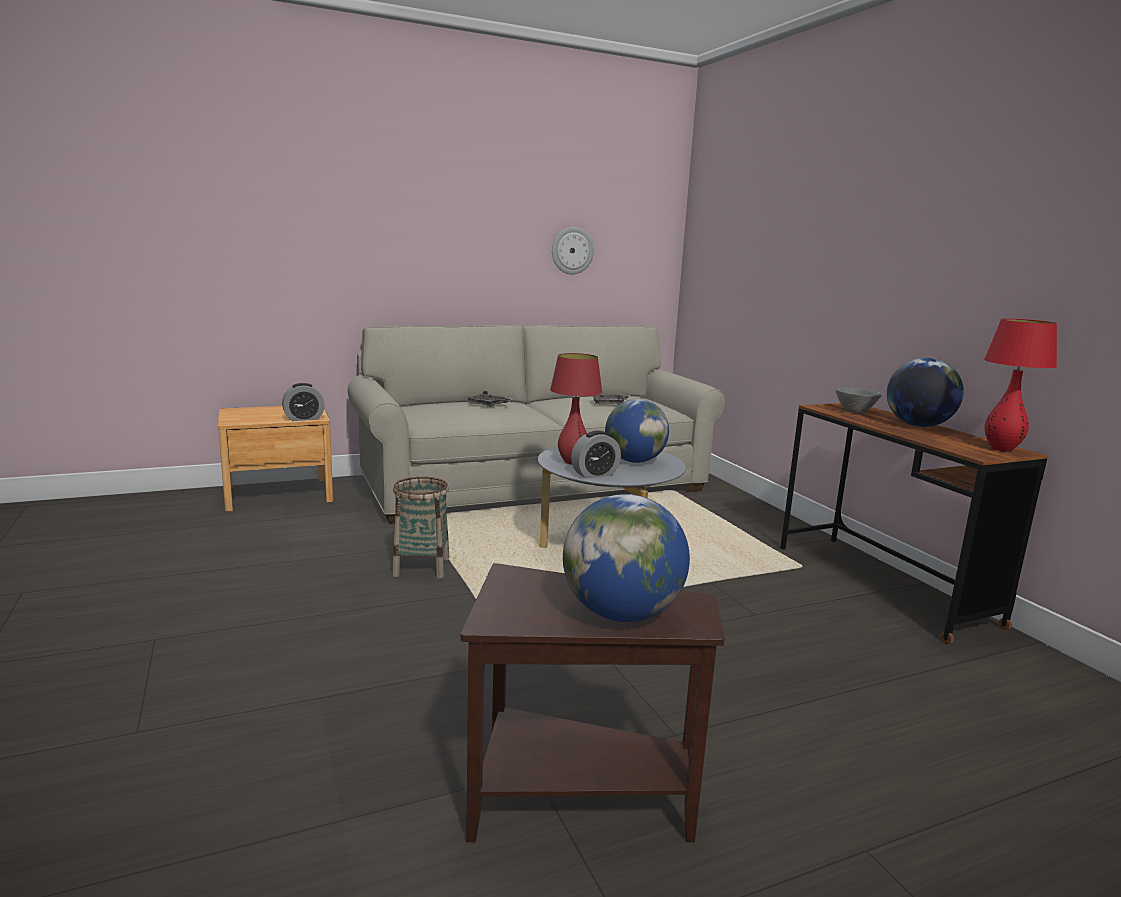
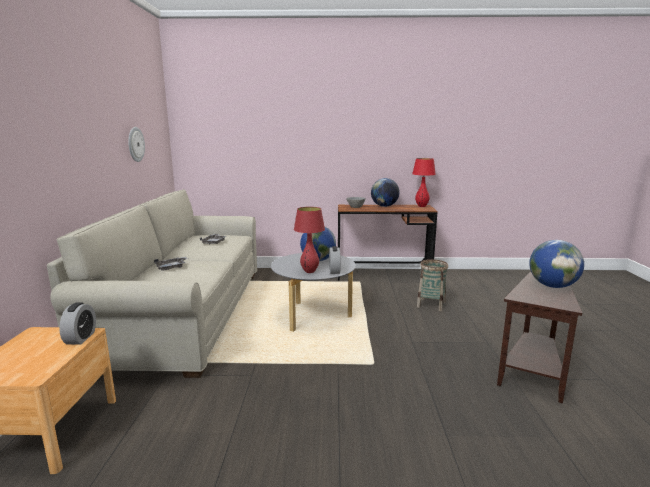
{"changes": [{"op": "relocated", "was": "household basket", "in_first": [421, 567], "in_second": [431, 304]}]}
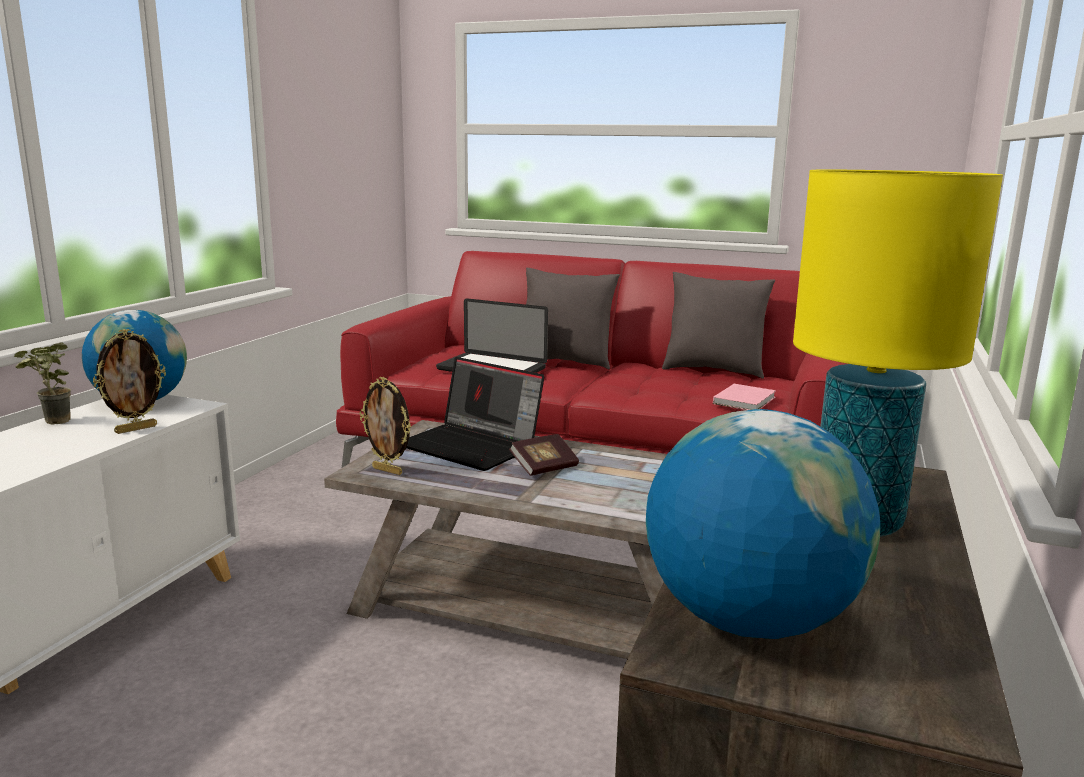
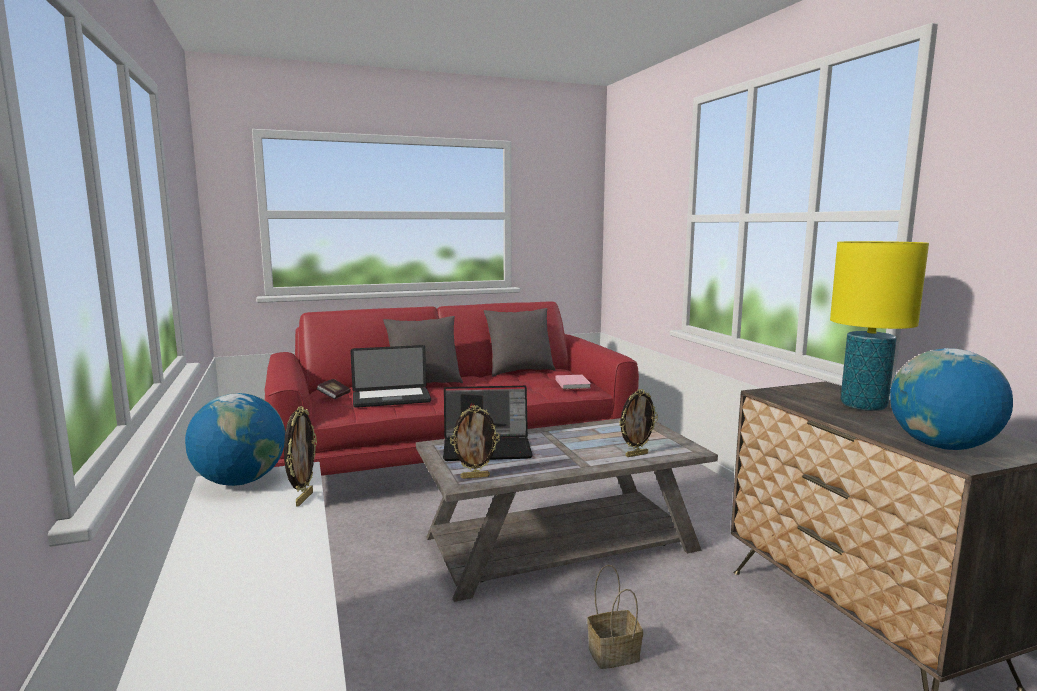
{"changes": [{"op": "missing", "was": "plant in a pot", "in_first": [51, 423]}, {"op": "relocated", "was": "bound book", "in_first": [544, 468], "in_second": [334, 396]}, {"op": "appeared", "now": "household basket", "in_second": [612, 655]}, {"op": "appeared", "now": "standing frame", "in_second": [636, 454]}]}
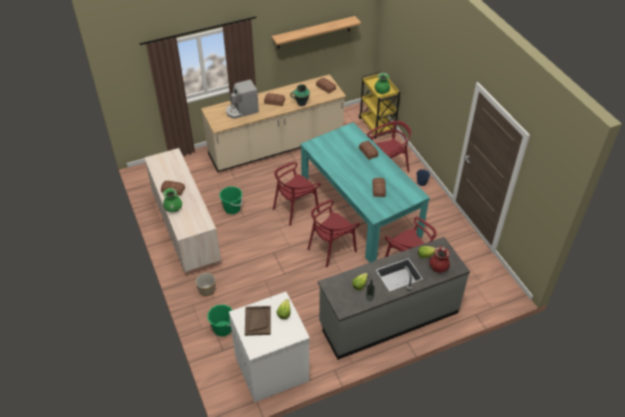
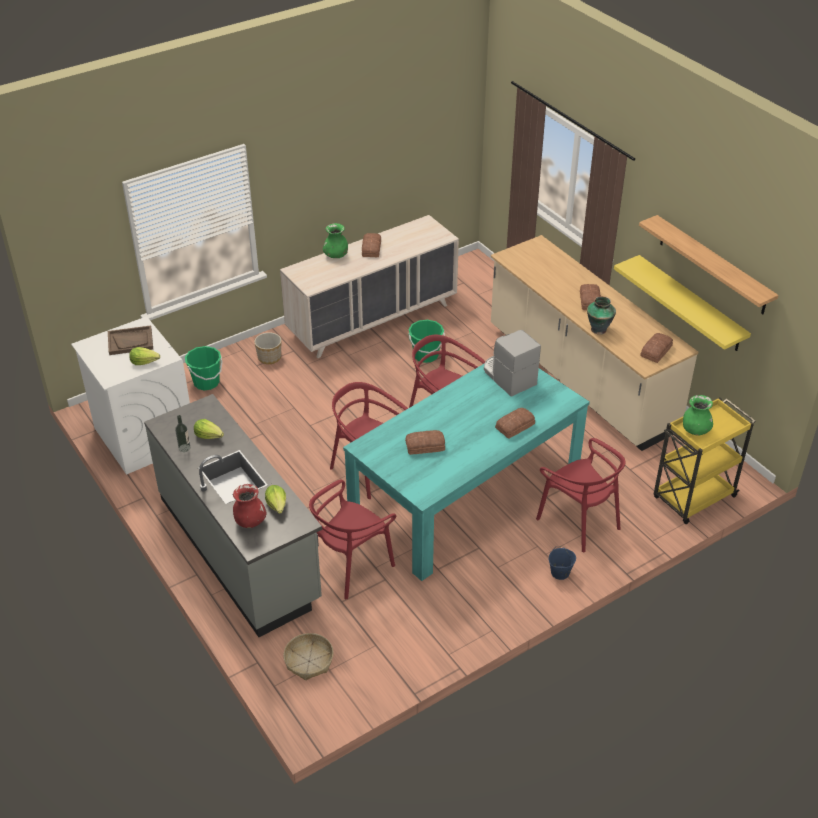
{"changes": [{"op": "relocated", "was": "coffee brewer", "in_first": [242, 111], "in_second": [508, 377]}, {"op": "appeared", "now": "household basket", "in_second": [308, 661]}, {"op": "appeared", "now": "yellowish wall shelf", "in_second": [690, 303]}]}
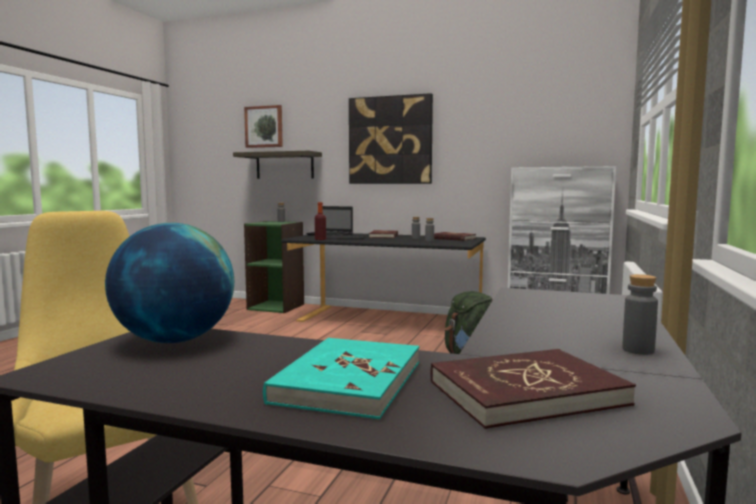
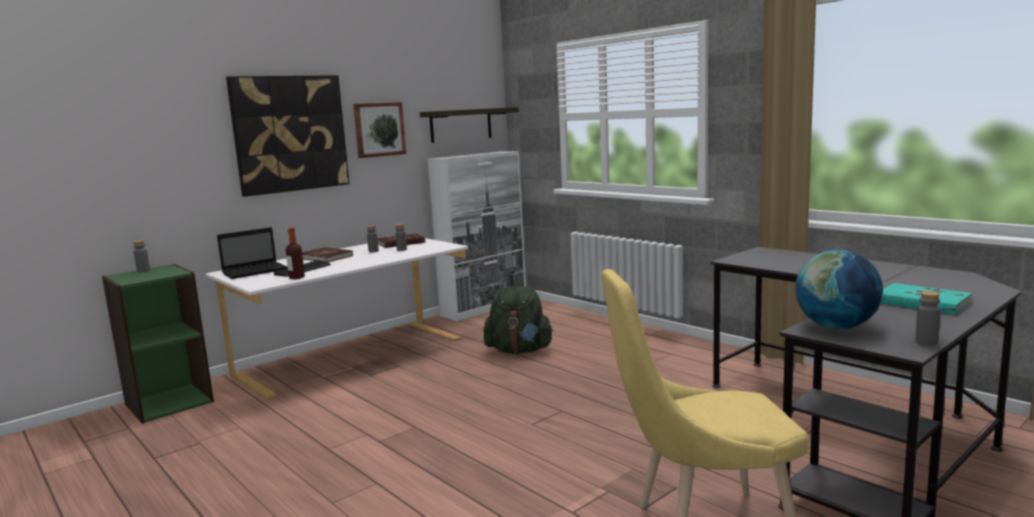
{"changes": [{"op": "relocated", "was": "wall shelf", "in_first": [284, 165], "in_second": [461, 125]}, {"op": "relocated", "was": "wall art", "in_first": [264, 127], "in_second": [379, 129]}, {"op": "colour", "was": "black desk table", "now": "whitish desk table", "in_first": [386, 321], "in_second": [354, 358]}, {"op": "missing", "was": "reddish bound book", "in_first": [526, 393]}, {"op": "relocated", "was": "greyish bottle", "in_first": [638, 350], "in_second": [926, 342]}]}
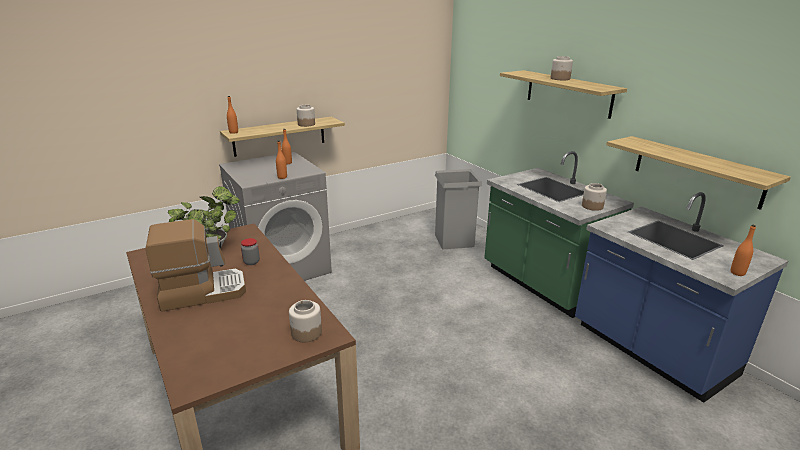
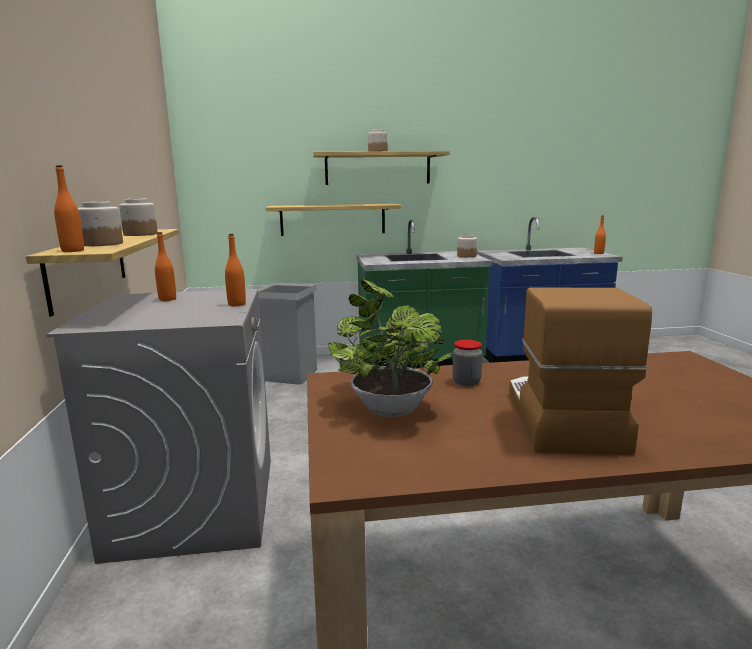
{"changes": [{"op": "relocated", "was": "jar", "in_first": [306, 332], "in_second": [102, 244]}, {"op": "relocated", "was": "wall shelf", "in_first": [697, 171], "in_second": [333, 219]}]}
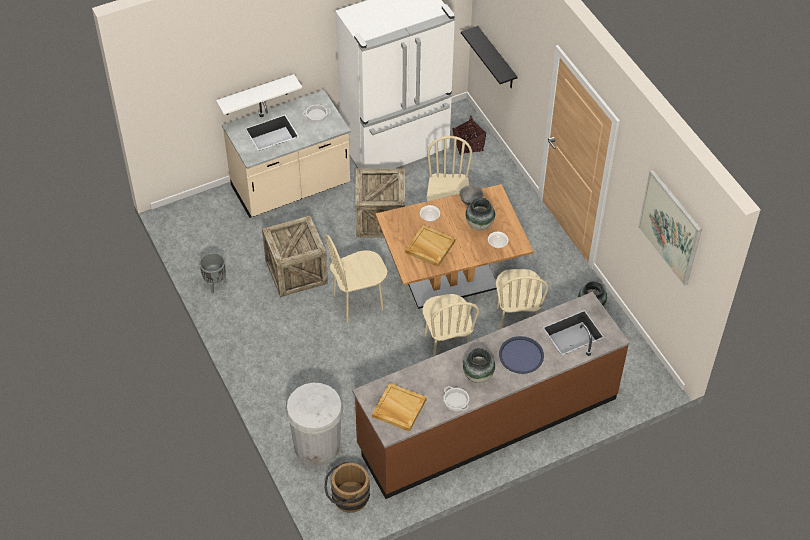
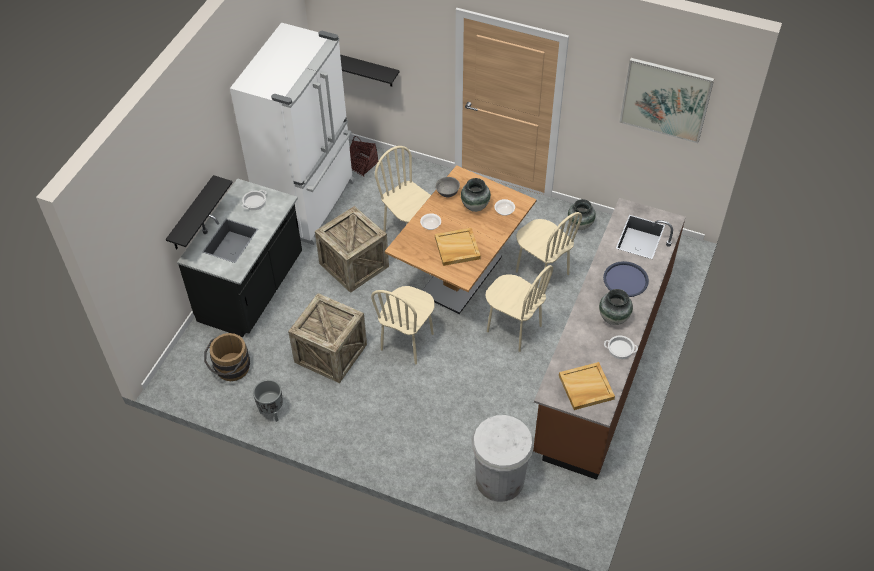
{"changes": [{"op": "colour", "was": "whitish wall shelf", "now": "black wall shelf", "in_first": [256, 95], "in_second": [192, 215]}, {"op": "colour", "was": "beige counter", "now": "black counter", "in_first": [291, 187], "in_second": [252, 289]}, {"op": "relocated", "was": "brownish bucket", "in_first": [347, 498], "in_second": [230, 370]}]}
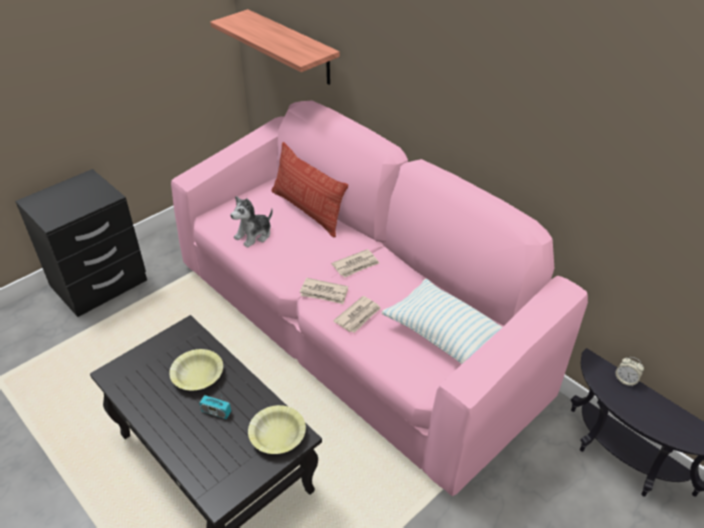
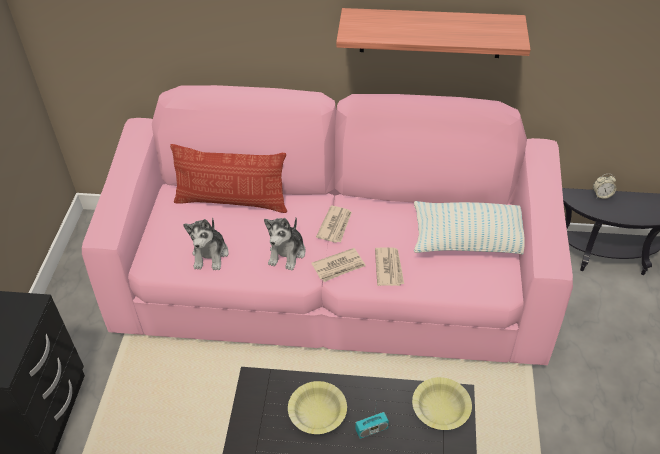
{"changes": [{"op": "relocated", "was": "wall shelf", "in_first": [292, 47], "in_second": [430, 33]}, {"op": "appeared", "now": "cuddly toy", "in_second": [287, 253]}]}
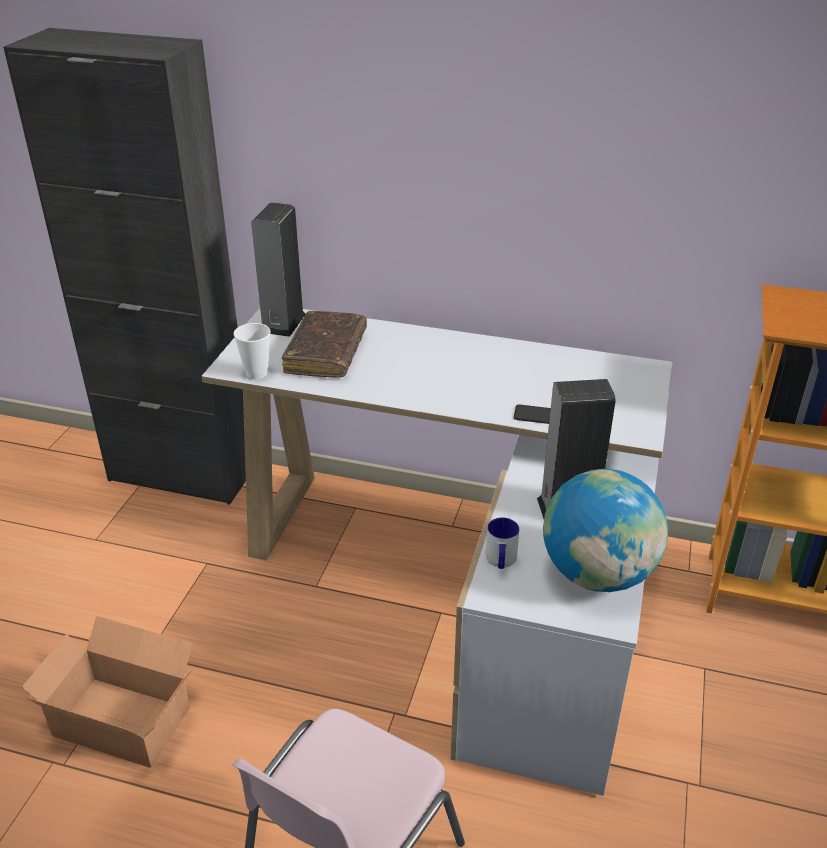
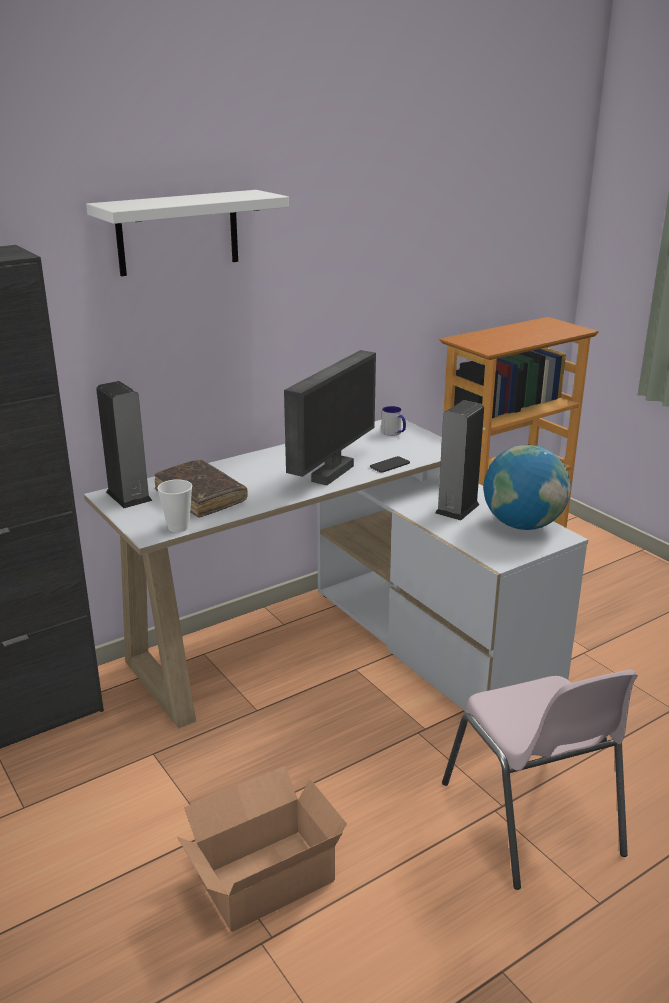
{"changes": [{"op": "relocated", "was": "mug", "in_first": [501, 561], "in_second": [394, 433]}, {"op": "appeared", "now": "whitish wall shelf", "in_second": [178, 232]}, {"op": "appeared", "now": "computer screen", "in_second": [330, 473]}]}
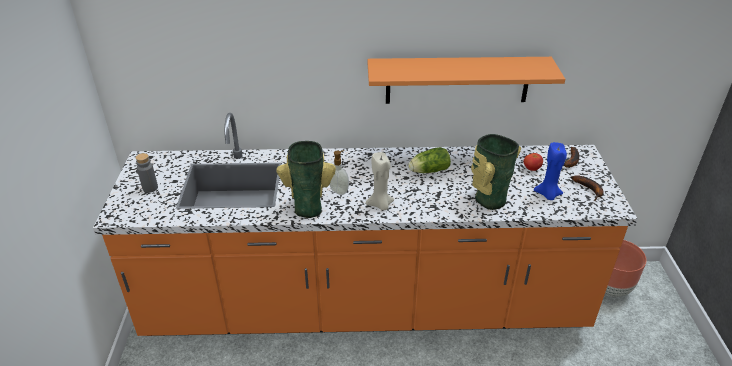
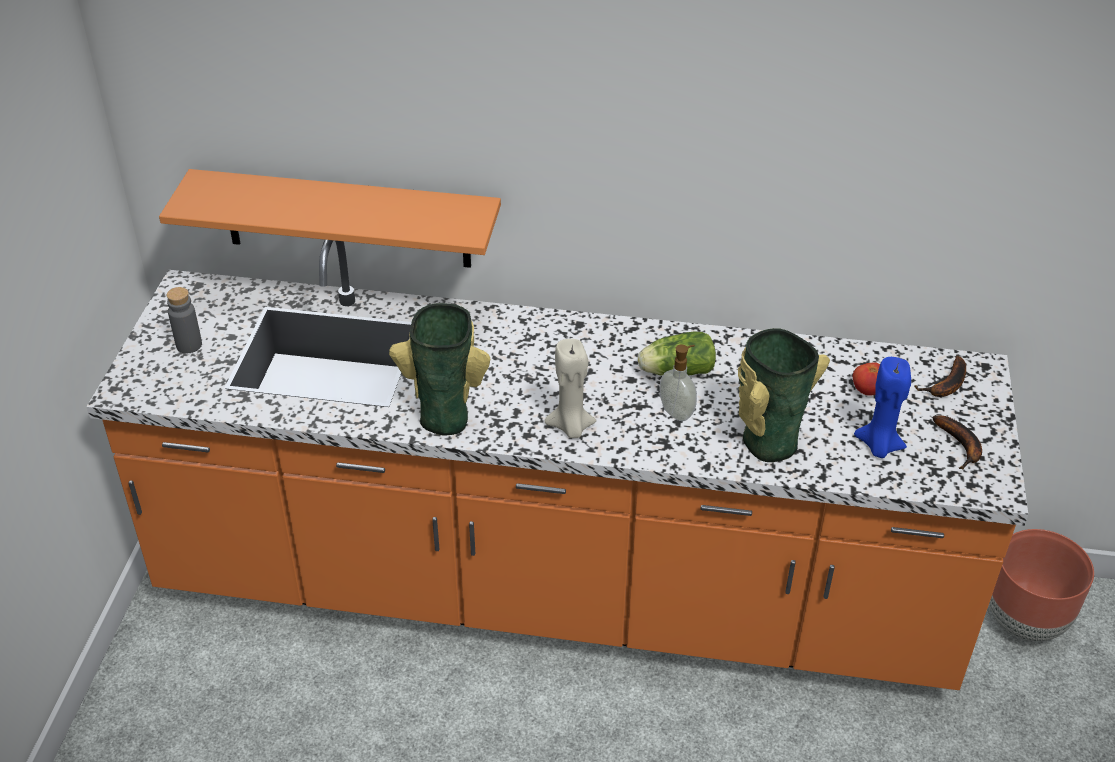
{"changes": [{"op": "relocated", "was": "soap dispenser", "in_first": [339, 191], "in_second": [677, 412]}, {"op": "relocated", "was": "orange-coloured wall shelf", "in_first": [457, 80], "in_second": [347, 219]}]}
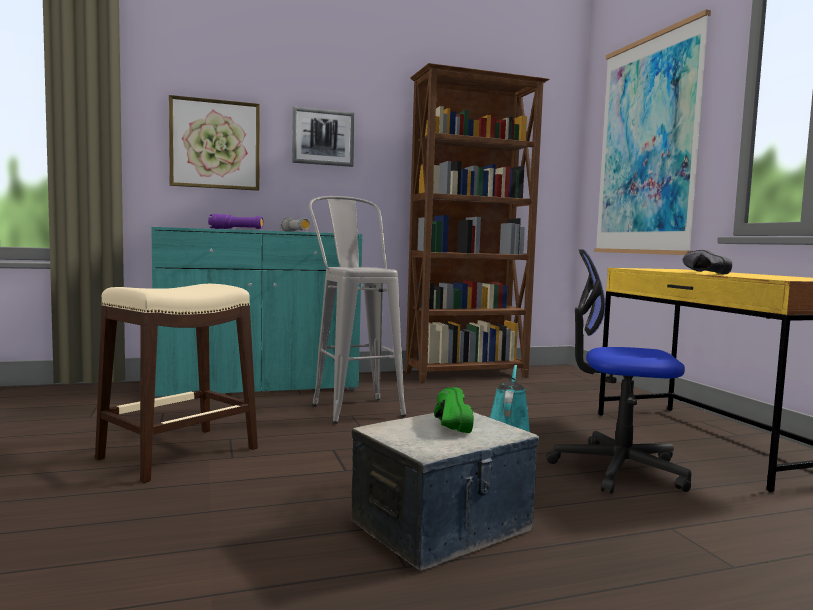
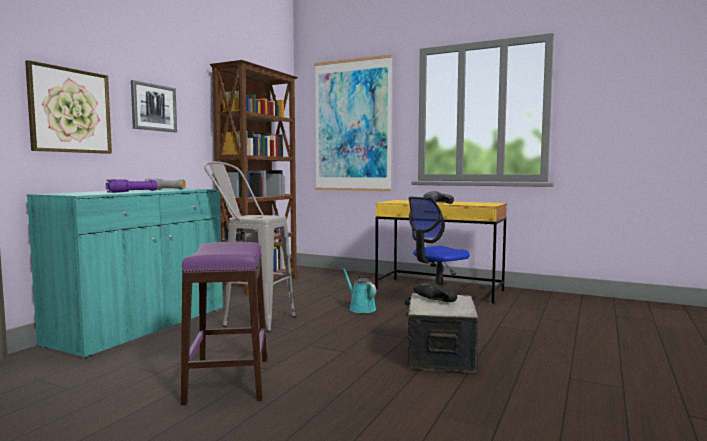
{"changes": [{"op": "colour", "was": "beige stool", "now": "purple-coloured stool", "in_first": [178, 453], "in_second": [227, 380]}, {"op": "colour", "was": "greenish shoe", "now": "black shoe", "in_first": [446, 424], "in_second": [433, 301]}]}
